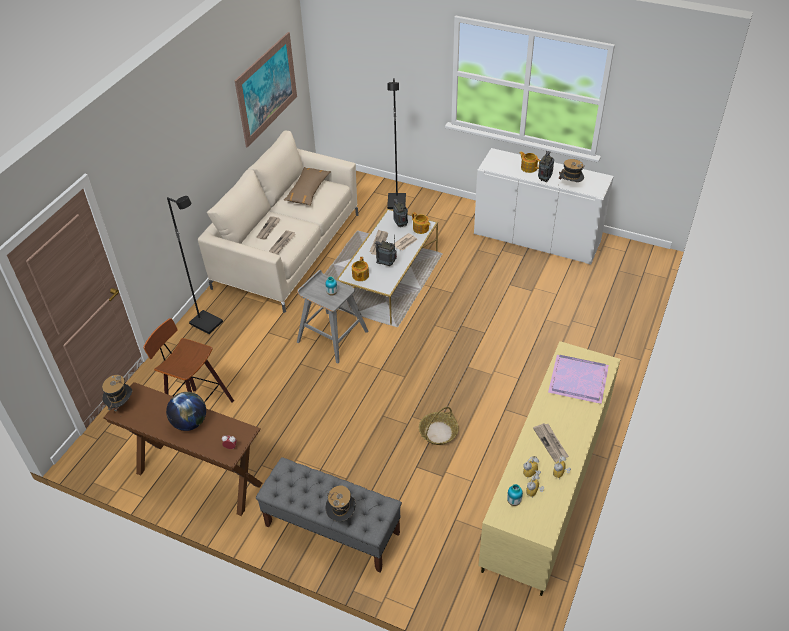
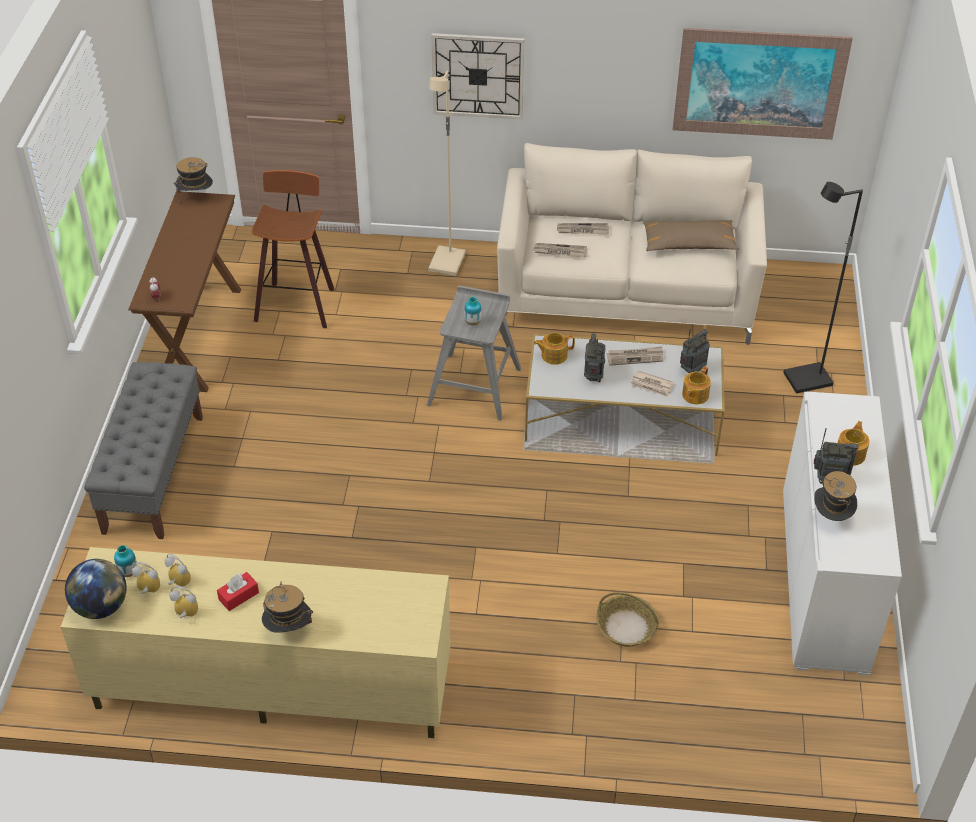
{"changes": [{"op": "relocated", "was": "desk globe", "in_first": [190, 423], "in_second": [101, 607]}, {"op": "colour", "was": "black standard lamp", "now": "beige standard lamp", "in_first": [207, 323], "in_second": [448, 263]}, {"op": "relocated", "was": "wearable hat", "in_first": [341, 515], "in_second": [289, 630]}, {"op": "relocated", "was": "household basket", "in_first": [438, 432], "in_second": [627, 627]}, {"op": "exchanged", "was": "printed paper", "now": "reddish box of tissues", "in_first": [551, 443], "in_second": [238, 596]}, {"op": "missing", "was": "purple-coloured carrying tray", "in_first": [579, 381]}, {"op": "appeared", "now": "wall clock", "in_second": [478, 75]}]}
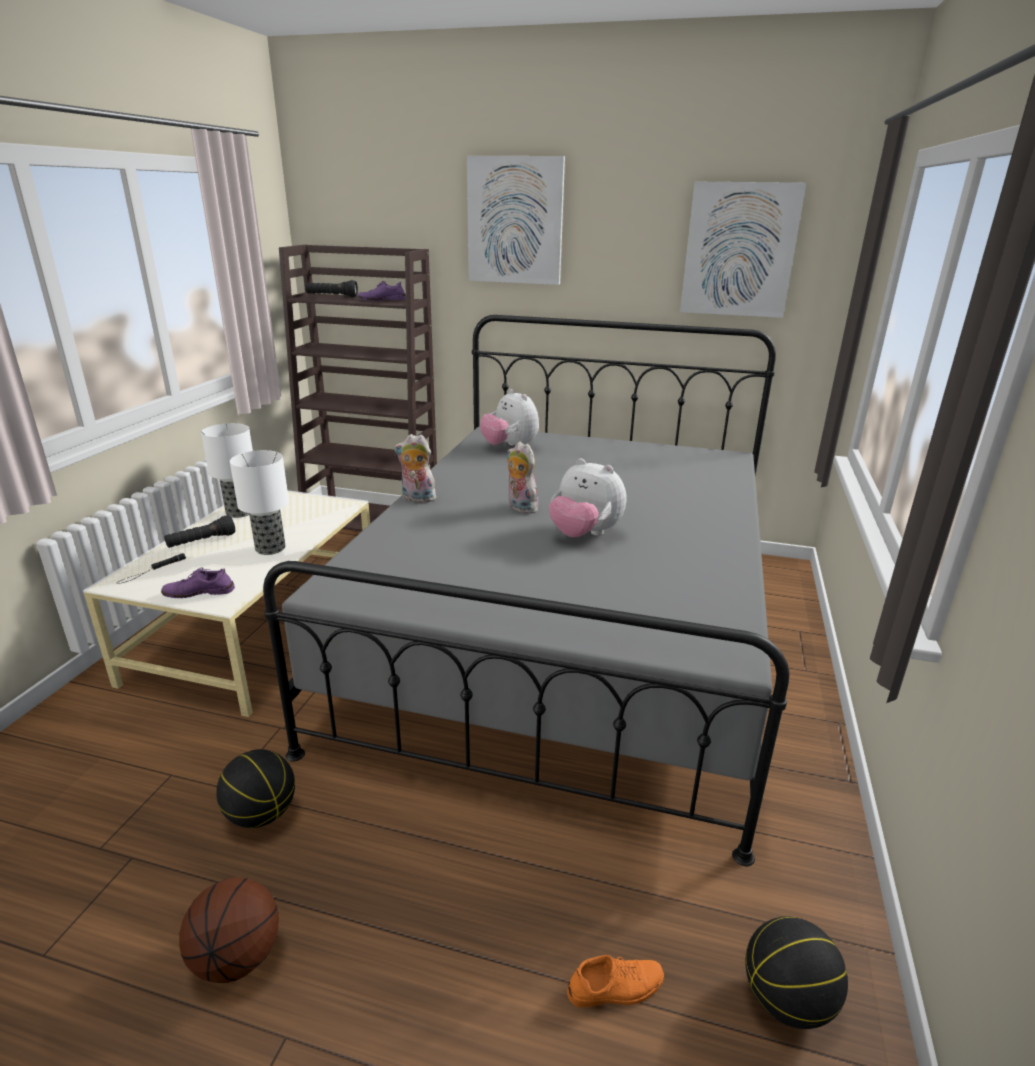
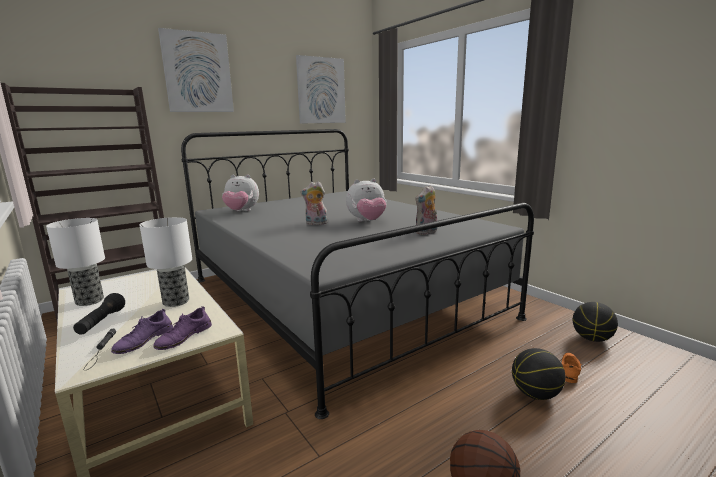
{"changes": [{"op": "relocated", "was": "ball for basketball", "in_first": [261, 814], "in_second": [535, 394]}, {"op": "missing", "was": "black hand torch", "in_first": [332, 296]}, {"op": "relocated", "was": "purple-coloured shoe", "in_first": [382, 300], "in_second": [143, 340]}, {"op": "relocated", "was": "cuddly toy", "in_first": [417, 499], "in_second": [426, 232]}]}
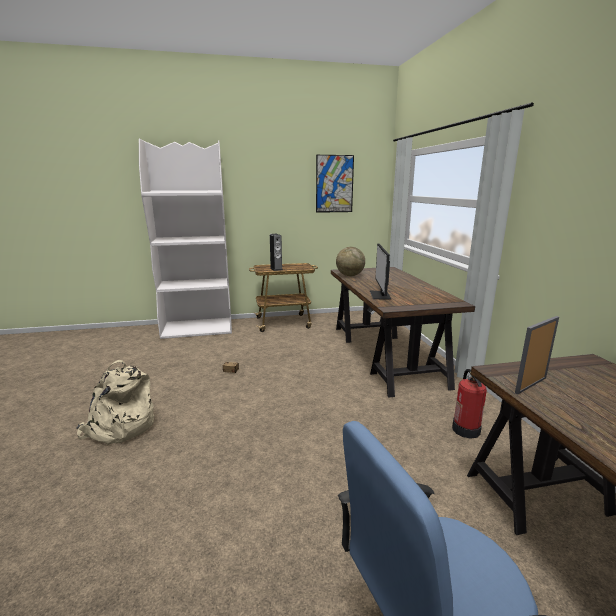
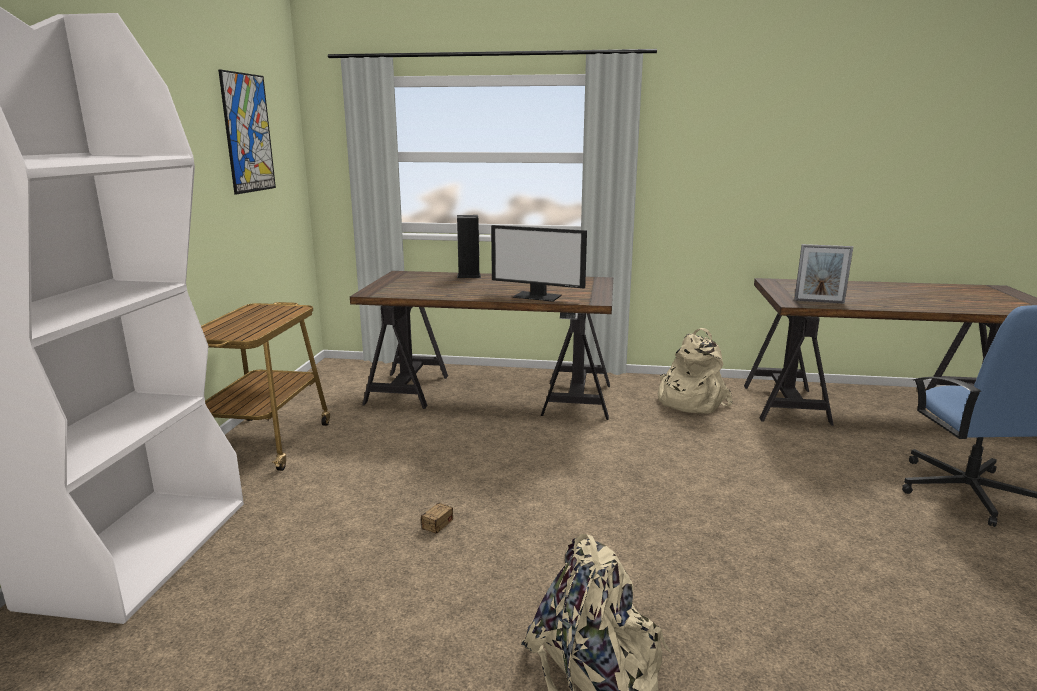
{"changes": [{"op": "relocated", "was": "loudspeaker", "in_first": [276, 269], "in_second": [469, 276]}, {"op": "missing", "was": "desk globe", "in_first": [350, 275]}, {"op": "exchanged", "was": "fire-fighting cylinder", "now": "beige knapsack", "in_first": [465, 429], "in_second": [688, 401]}, {"op": "spun", "was": "standing frame", "in_first": [530, 385], "in_second": [819, 301], "clockwise": -60}]}
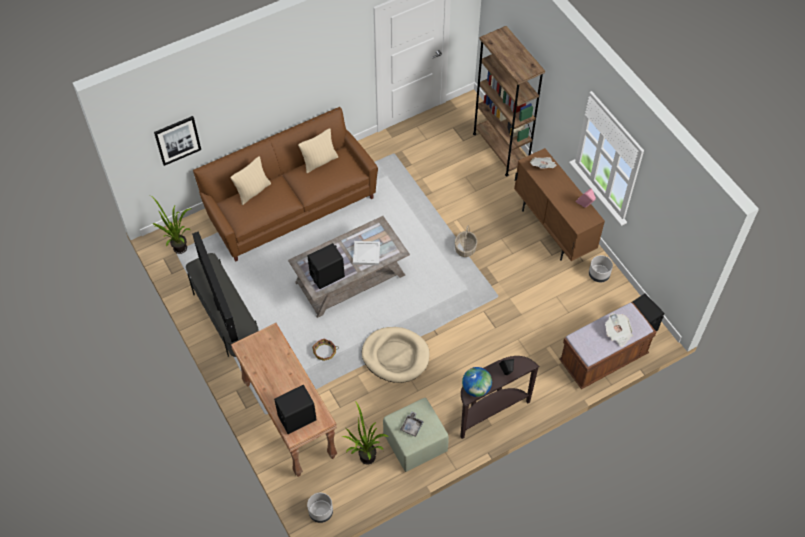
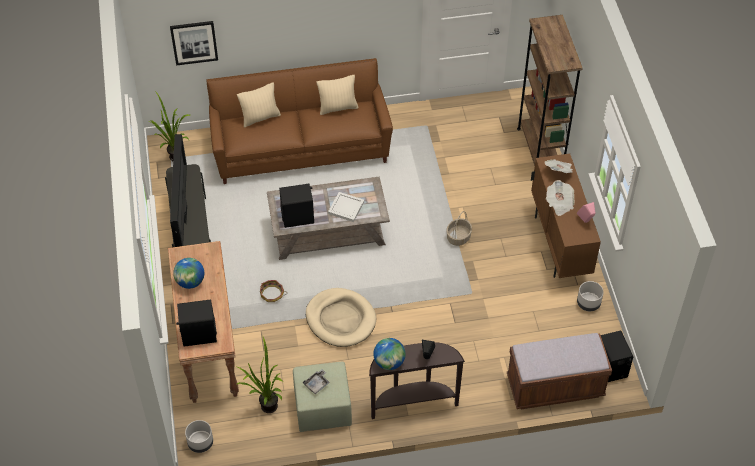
{"changes": [{"op": "relocated", "was": "printed paper", "in_first": [617, 334], "in_second": [559, 203]}, {"op": "appeared", "now": "desk globe", "in_second": [190, 282]}]}
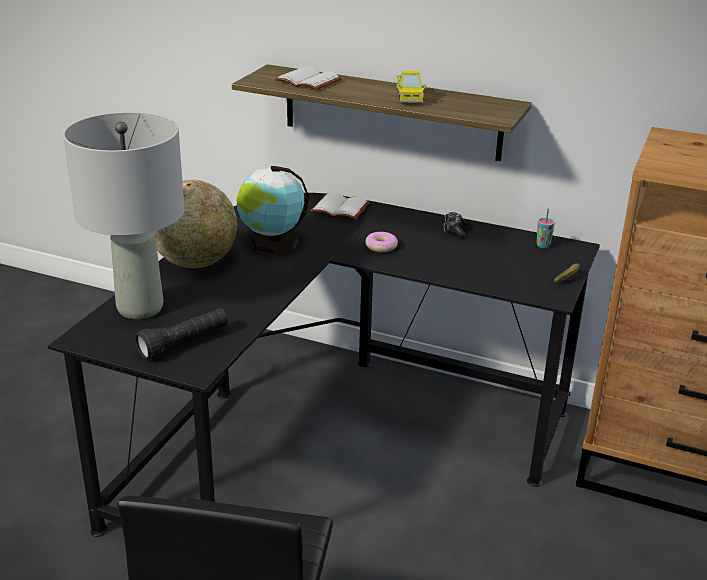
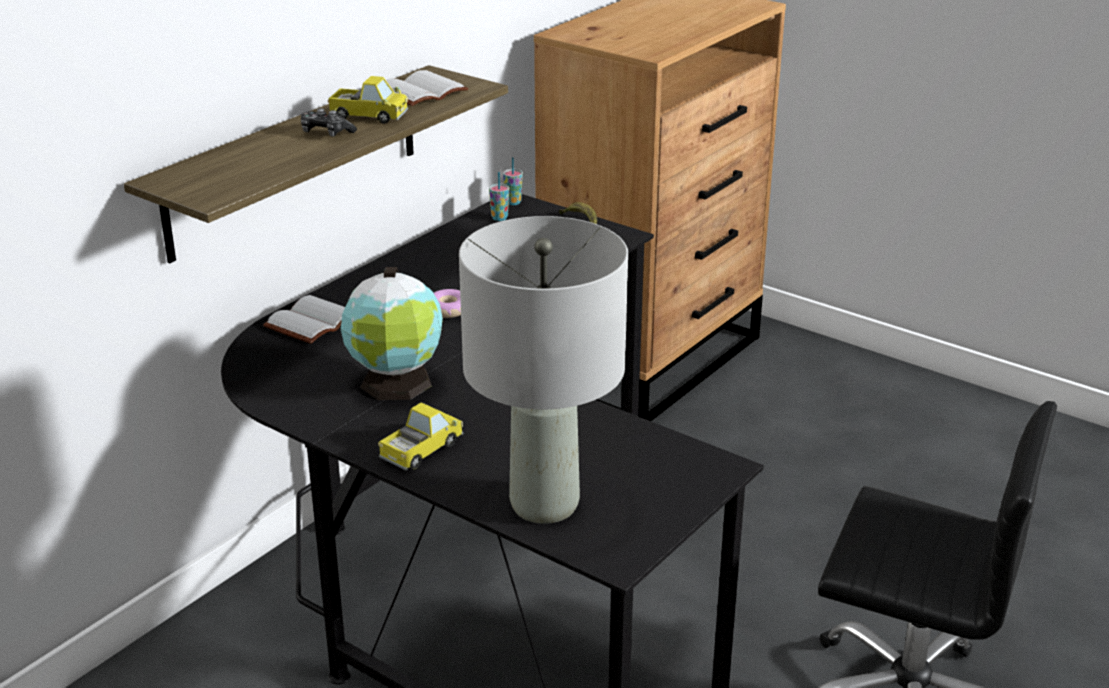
{"changes": [{"op": "missing", "was": "black hand torch", "in_first": [184, 343]}, {"op": "exchanged", "was": "desk globe", "now": "model truck", "in_first": [195, 262], "in_second": [421, 450]}, {"op": "relocated", "was": "whitish bound book", "in_first": [310, 81], "in_second": [421, 91]}, {"op": "relocated", "was": "gamepad", "in_first": [454, 230], "in_second": [326, 133]}, {"op": "appeared", "now": "cup", "in_second": [513, 202]}]}
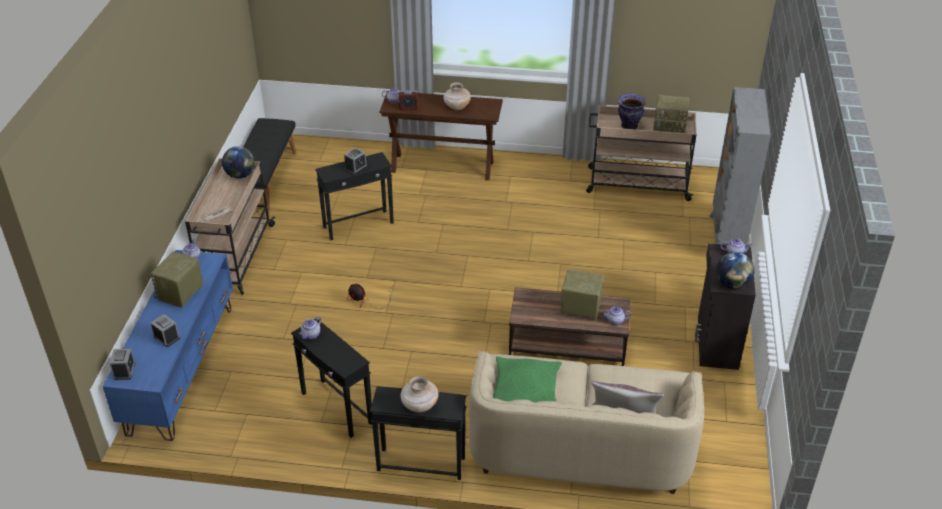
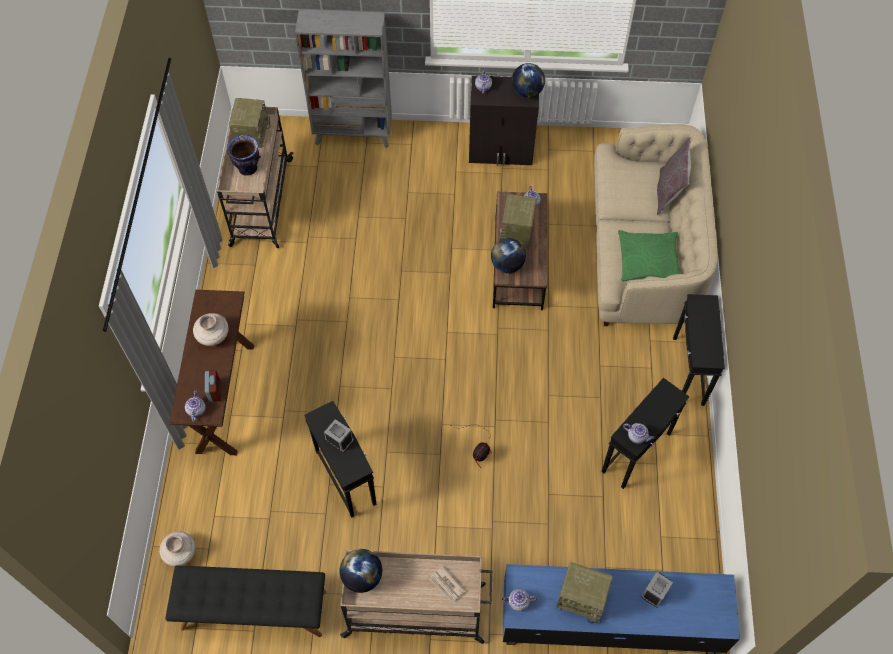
{"changes": [{"op": "missing", "was": "alarm clock", "in_first": [124, 371]}, {"op": "relocated", "was": "beige decorative vase", "in_first": [419, 406], "in_second": [180, 553]}, {"op": "appeared", "now": "desk globe", "in_second": [507, 265]}]}
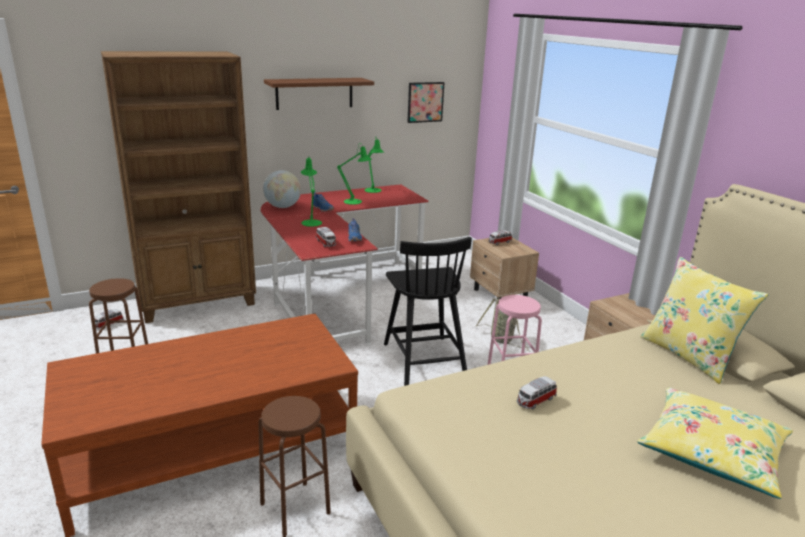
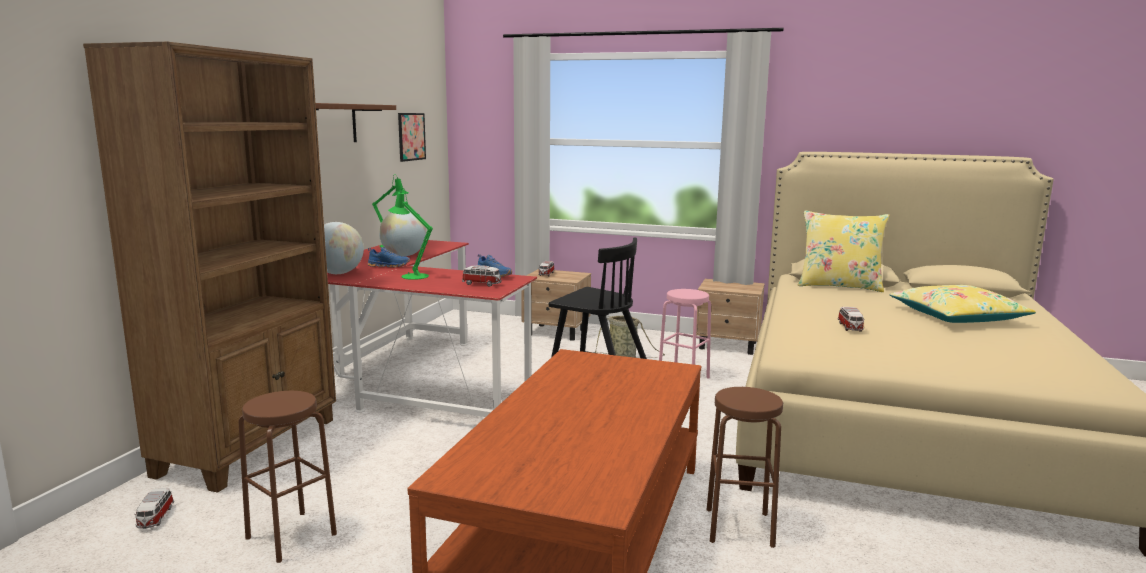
{"changes": [{"op": "exchanged", "was": "greenish tabletop lamp", "now": "desk globe", "in_first": [355, 202], "in_second": [404, 255]}]}
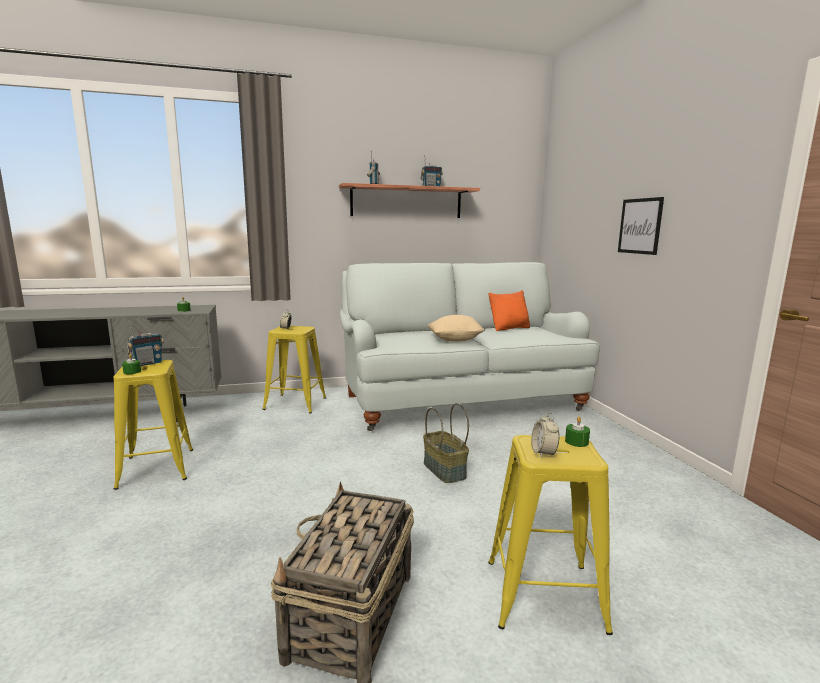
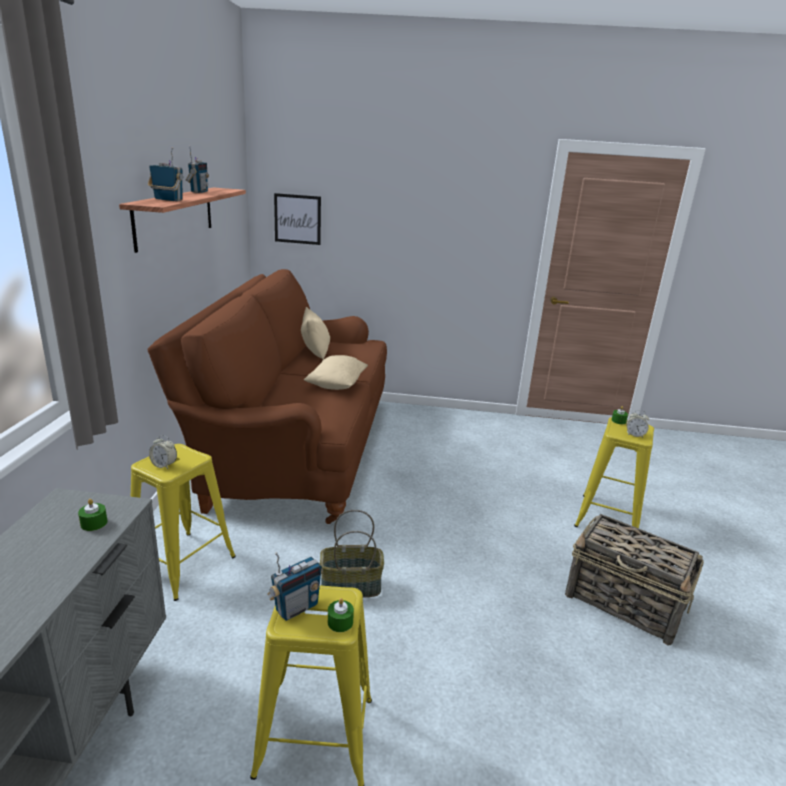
{"changes": [{"op": "spun", "was": "radio set", "in_first": [147, 363], "in_second": [296, 607], "clockwise": 75}, {"op": "colour", "was": "whitish settee", "now": "brownish settee", "in_first": [459, 400], "in_second": [293, 448]}, {"op": "relocated", "was": "household basket", "in_first": [443, 470], "in_second": [350, 587]}, {"op": "colour", "was": "orange-coloured pillow", "now": "beige pillow", "in_first": [509, 328], "in_second": [315, 352]}, {"op": "relocated", "was": "wall art", "in_first": [640, 226], "in_second": [297, 219]}]}
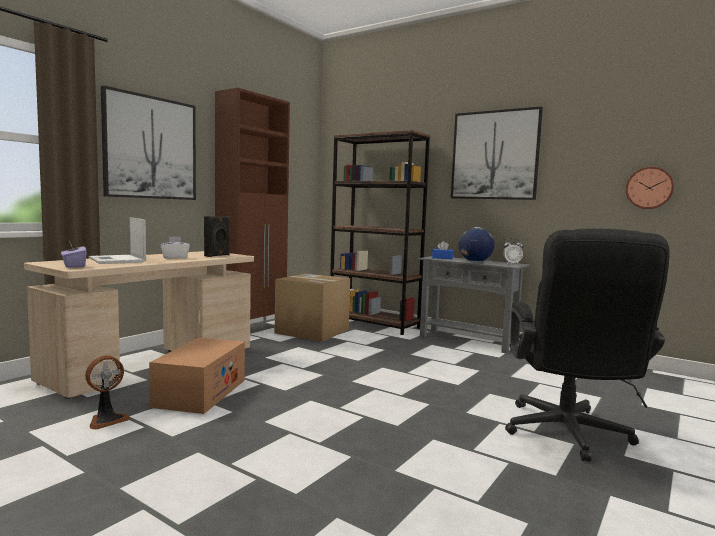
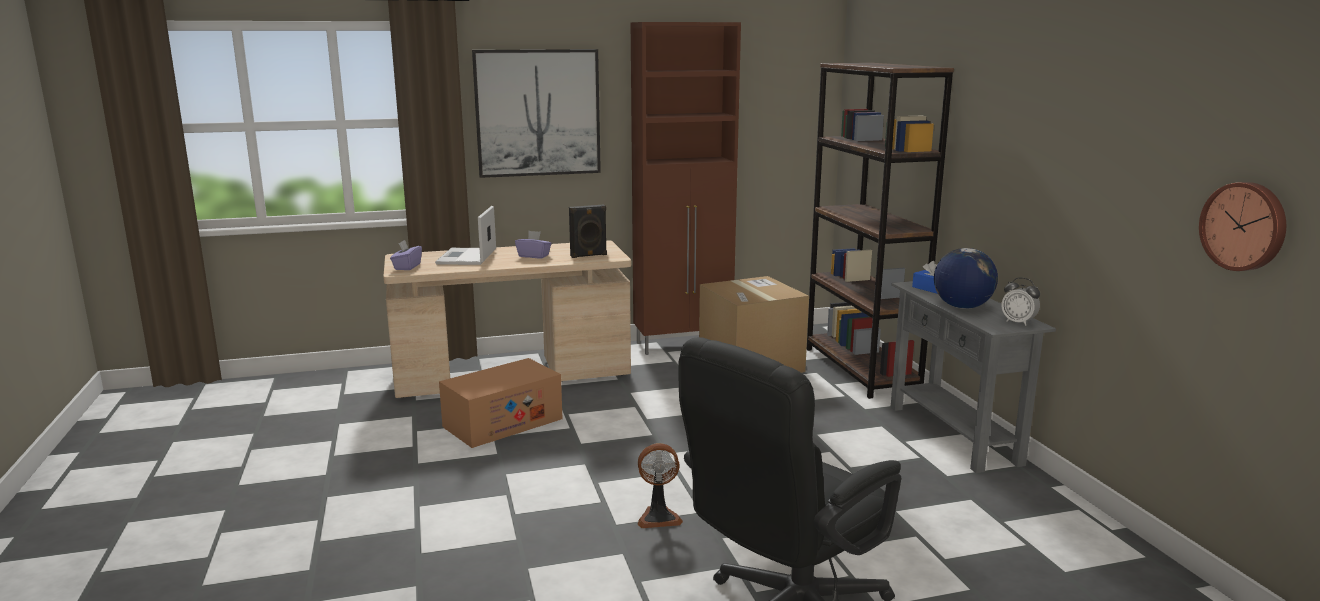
{"changes": [{"op": "relocated", "was": "cooling fan", "in_first": [107, 420], "in_second": [658, 517]}, {"op": "colour", "was": "whitish box of tissues", "now": "purple-coloured box of tissues", "in_first": [175, 257], "in_second": [534, 256]}, {"op": "missing", "was": "wall art", "in_first": [494, 155]}]}
